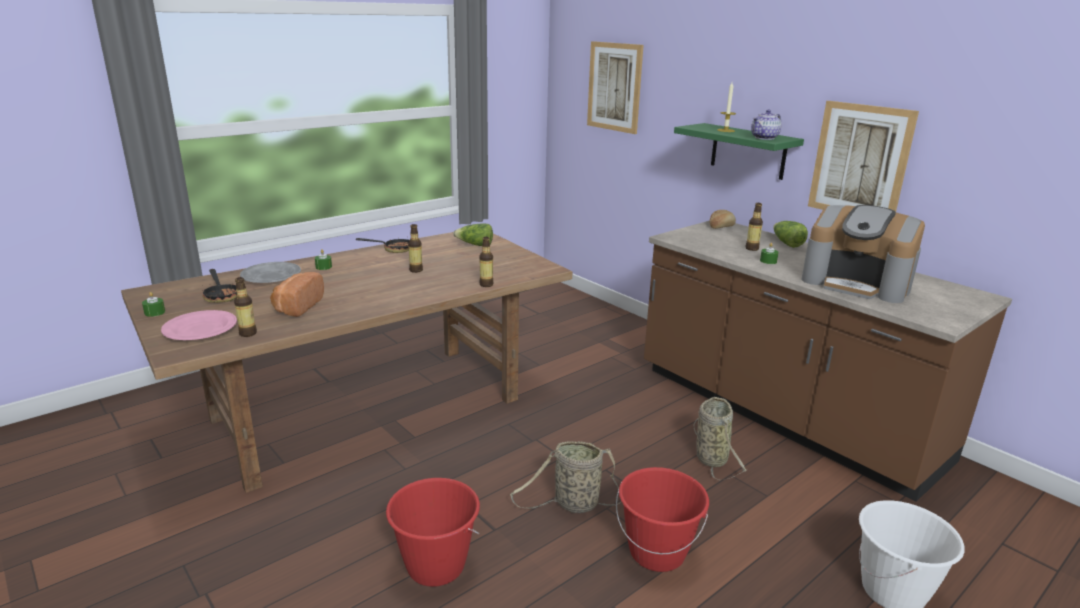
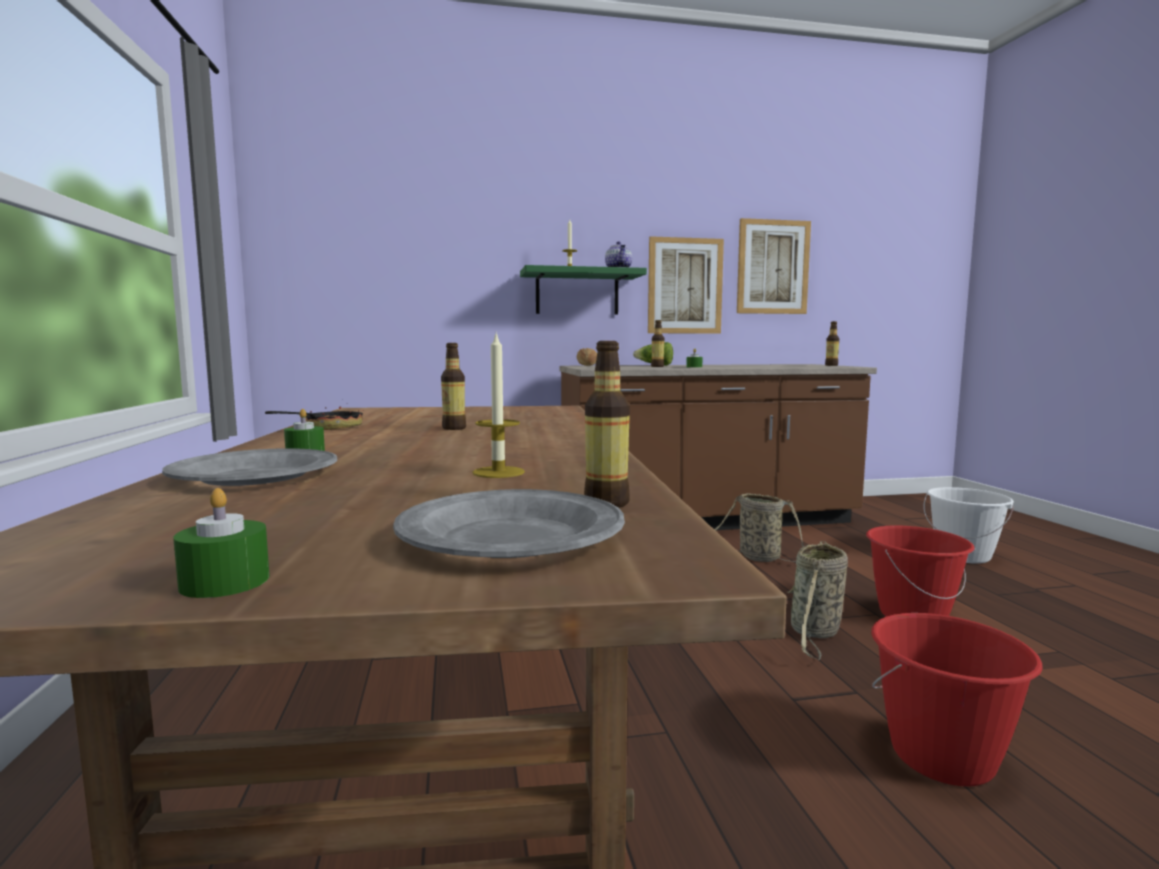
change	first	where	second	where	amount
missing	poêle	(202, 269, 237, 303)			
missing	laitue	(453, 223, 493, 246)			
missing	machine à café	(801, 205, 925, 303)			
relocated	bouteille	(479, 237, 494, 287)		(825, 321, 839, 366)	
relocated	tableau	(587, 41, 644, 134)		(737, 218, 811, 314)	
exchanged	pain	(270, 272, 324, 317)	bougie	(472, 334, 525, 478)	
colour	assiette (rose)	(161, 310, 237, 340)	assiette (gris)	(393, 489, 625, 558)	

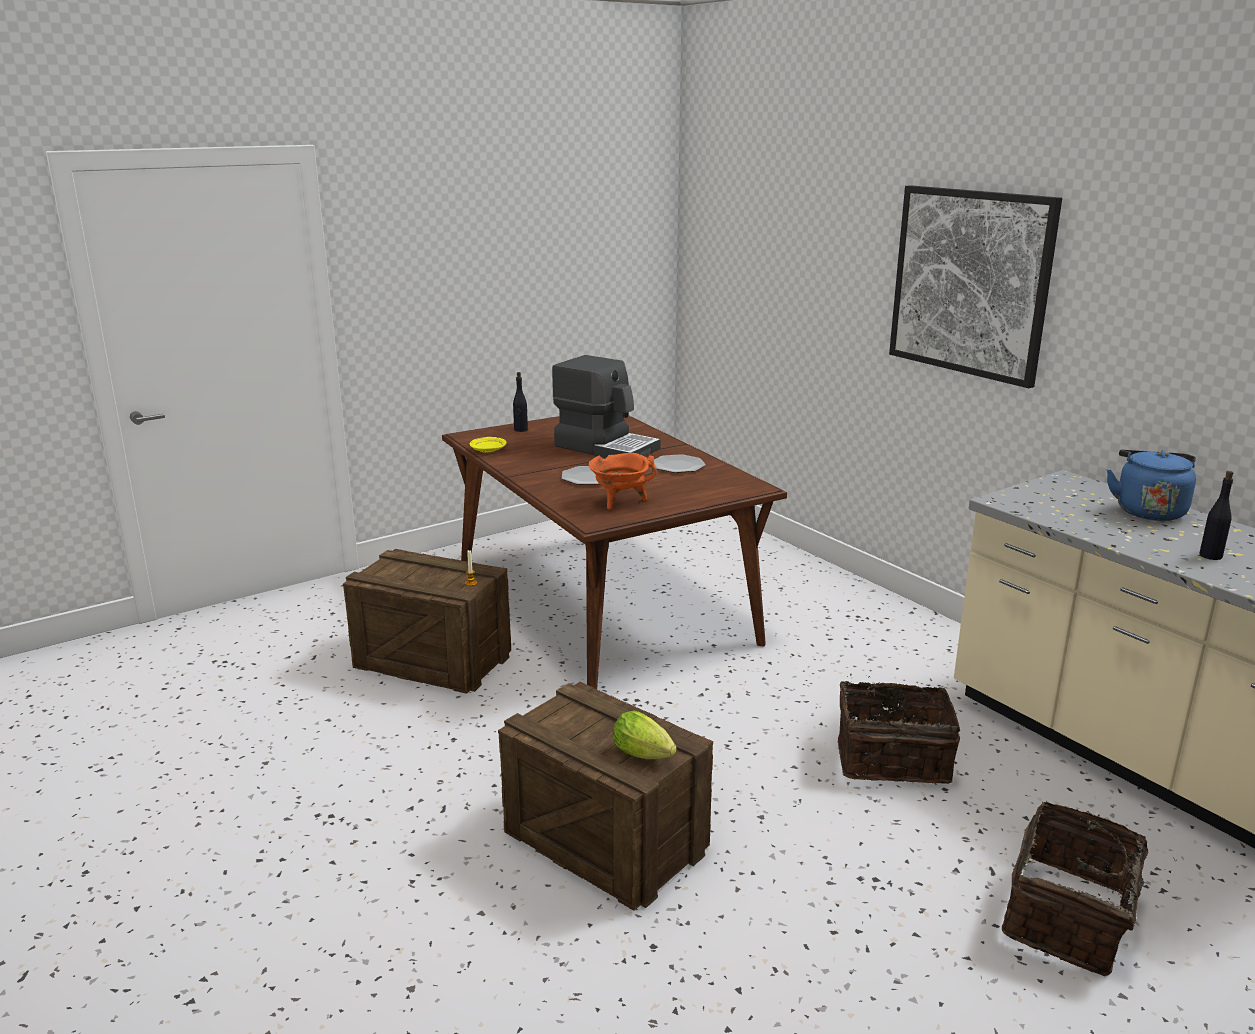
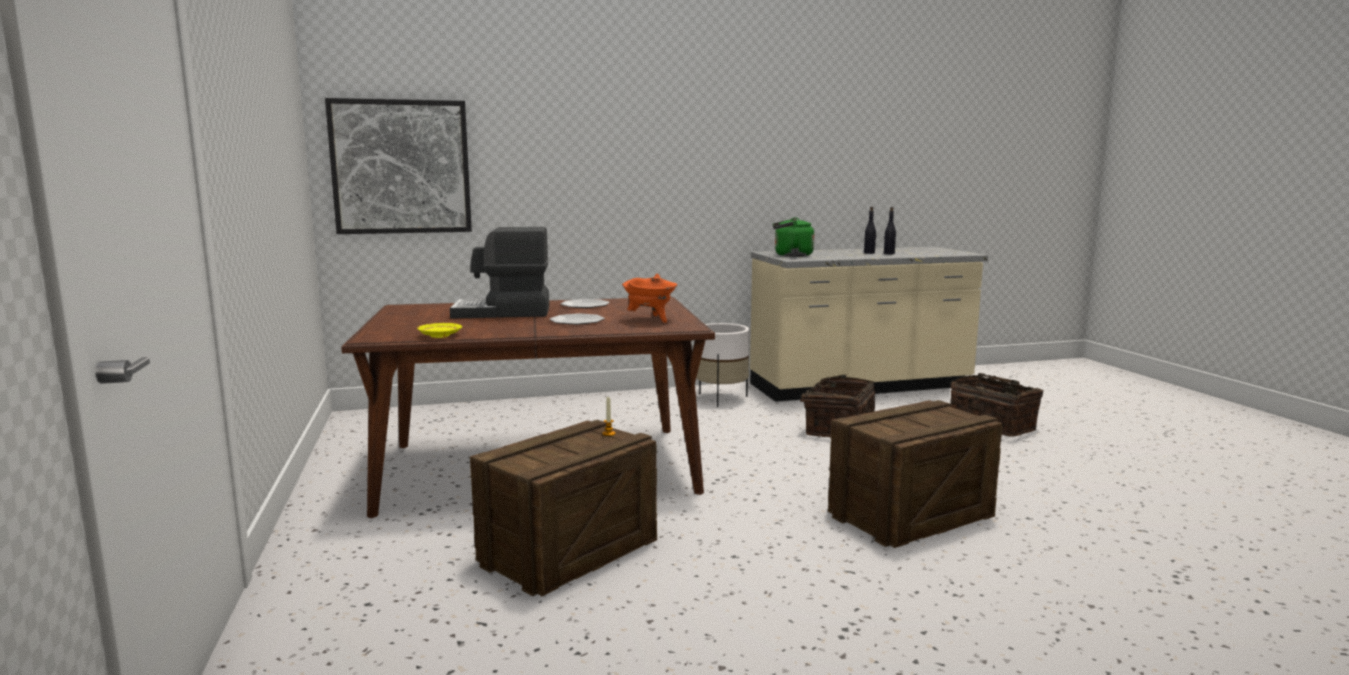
change	first	where	second	where	amount
missing	laitue	(613, 710, 677, 759)			
missing	bouilloire (bleu)	(1107, 450, 1196, 521)			
appeared			cache-pot (blanc)	(696, 323, 750, 407)	
appeared			bouilloire (vert)	(772, 217, 814, 257)	
relocated	bouteille (noir)	(513, 372, 528, 432)		(864, 207, 876, 254)	
relocated	tableau	(889, 185, 1062, 388)		(325, 98, 472, 234)	
spun	machine à café	(552, 355, 661, 458)		(450, 227, 549, 319)	150 degrees counterclockwise

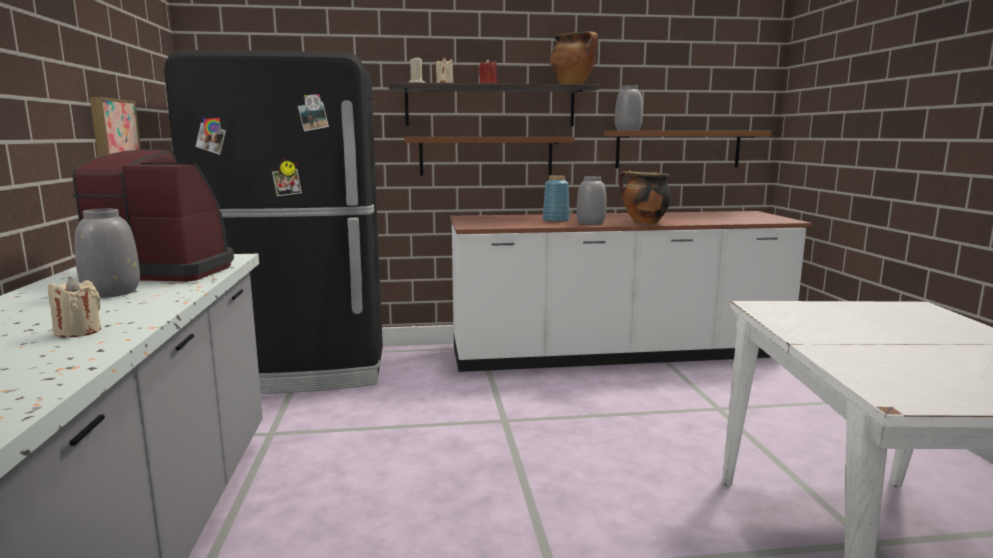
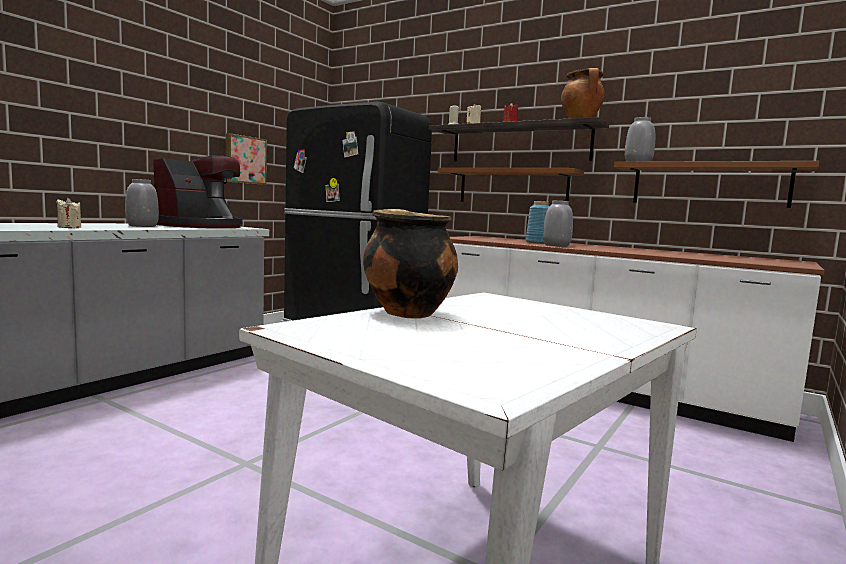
change	first	where	second	where	amount
relocated	marmite	(618, 171, 671, 224)		(363, 209, 458, 318)	
spun	machine à café	(72, 149, 234, 282)		(153, 156, 243, 228)	75 degrees clockwise

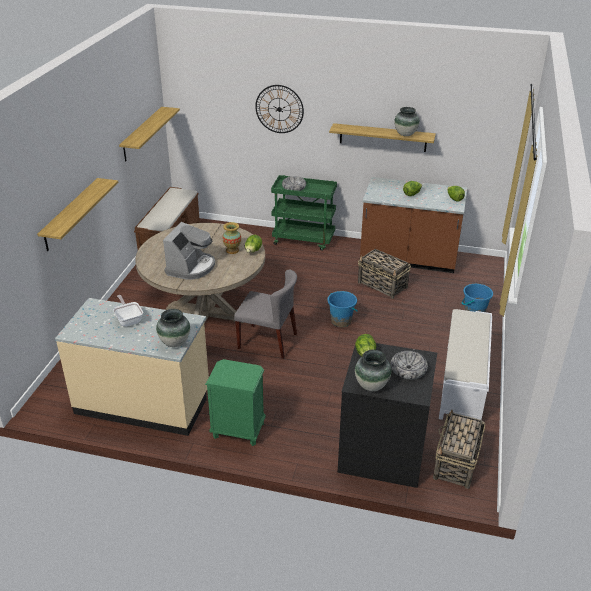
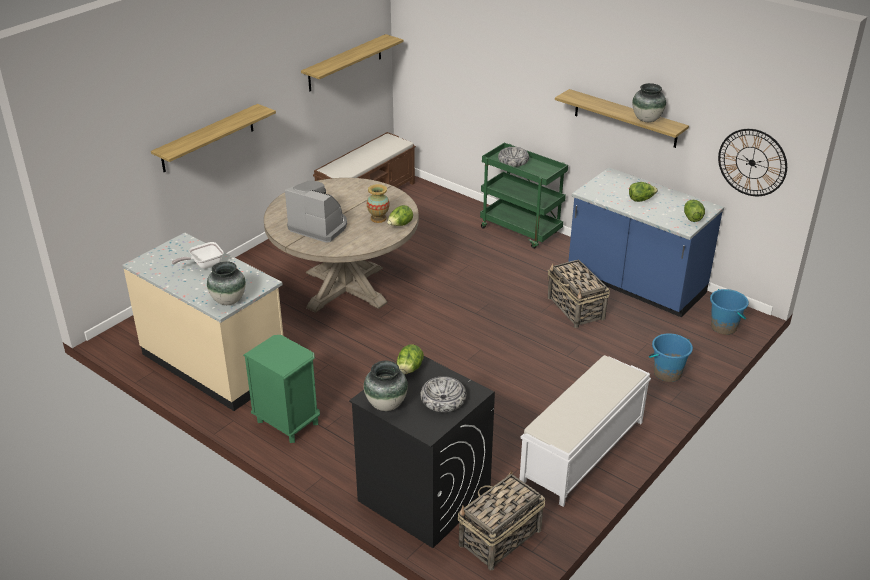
change	first	where	second	where	amount
missing	chaise (gris)	(234, 270, 297, 359)			
relocated	horloge murale	(255, 85, 304, 133)		(718, 129, 787, 196)	
relocated	seau (bleu)	(327, 291, 358, 327)		(710, 289, 749, 335)	
colour	comptoir de cuisine (marron)	(360, 177, 467, 273)	comptoir de cuisine (bleu)	(568, 167, 724, 317)	
spun	poêle	(113, 295, 143, 326)		(171, 242, 224, 269)	120 degrees counterclockwise
spun	machine à café	(163, 222, 215, 280)		(285, 181, 347, 243)	105 degrees counterclockwise

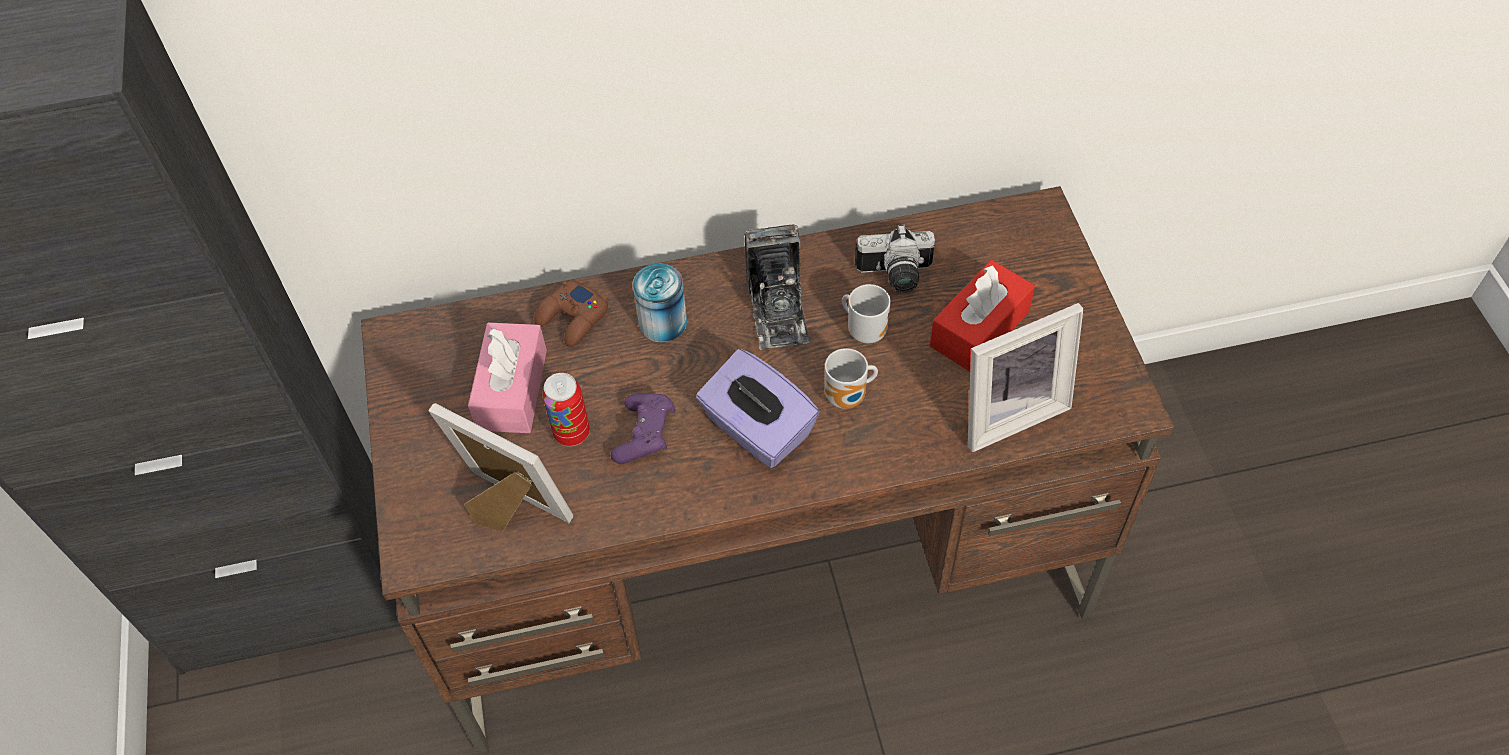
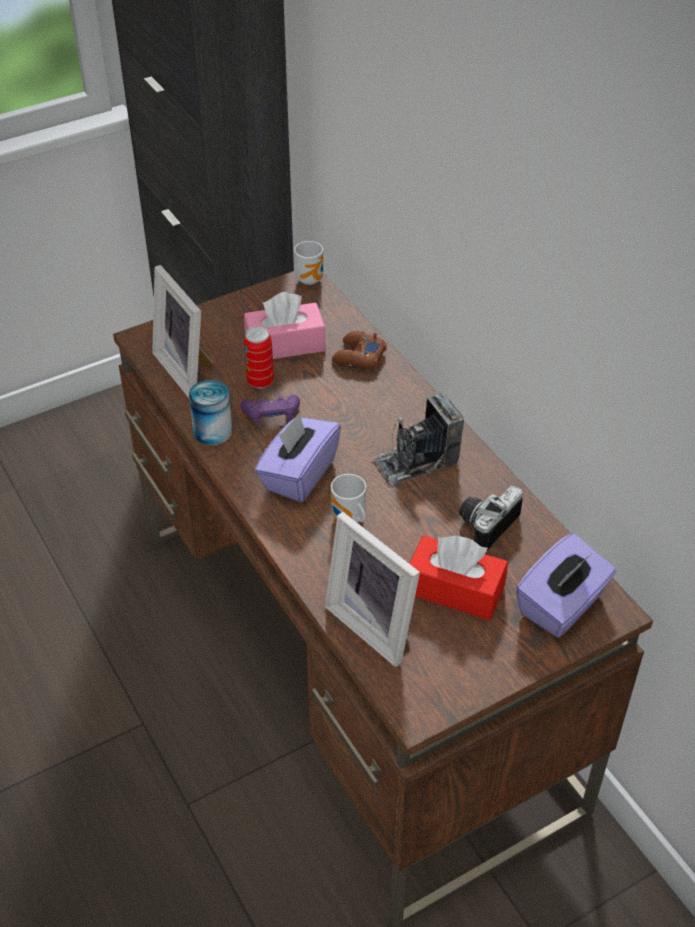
change	first	where	second	where	amount
appeared			boîte à mouchoirs (violet)	(516, 533, 616, 638)	
relocated	boîte métallique	(633, 263, 687, 342)		(189, 380, 233, 445)	
relocated	mug	(842, 284, 891, 343)		(294, 241, 323, 285)	
spun	cadre photo	(428, 403, 573, 531)		(152, 265, 213, 398)	135 degrees clockwise
spun	appareil photo	(855, 225, 935, 293)		(459, 486, 523, 550)	60 degrees clockwise

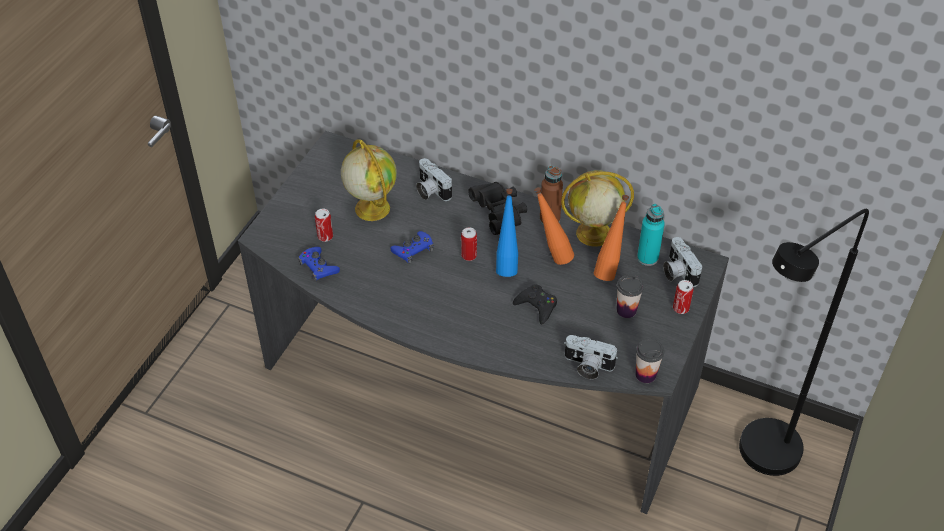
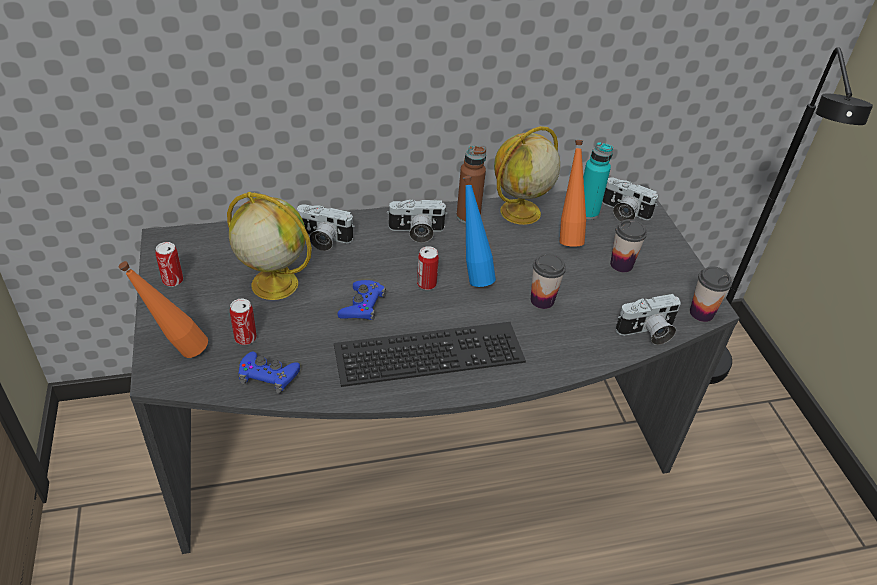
change	first	where	second	where	amount
appeared			clavier	(334, 322, 526, 387)	
relocated	bouteille (orange)	(534, 187, 574, 265)		(119, 261, 208, 358)	
relocated	boîte métallique	(673, 280, 693, 314)		(156, 242, 183, 287)	
exchanged	jumelles (noir)	(468, 182, 527, 235)	appareil photo	(387, 199, 447, 243)	
exchanged	manette (noir)	(513, 285, 557, 324)	tasse	(531, 253, 566, 309)	

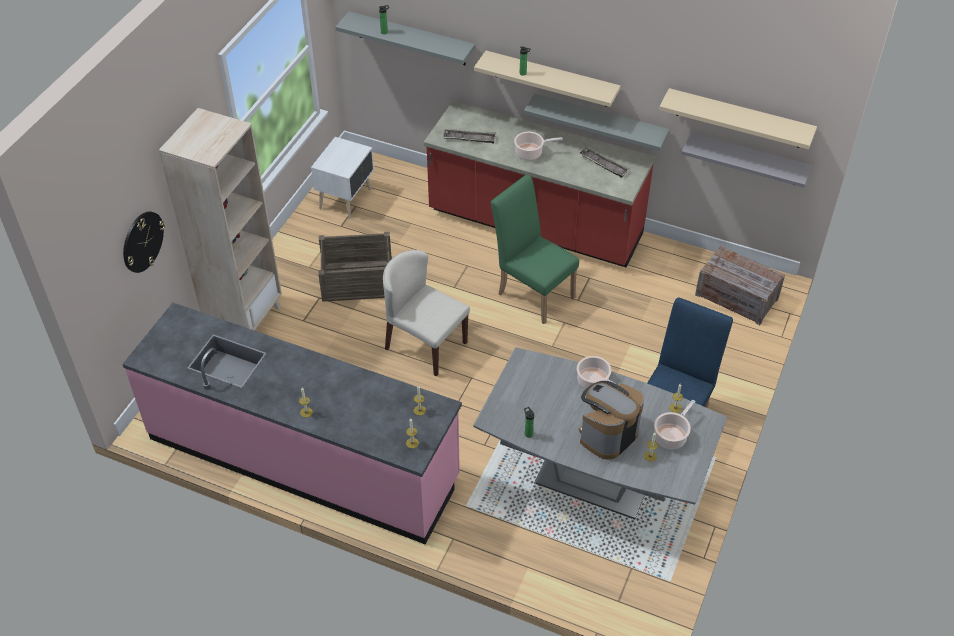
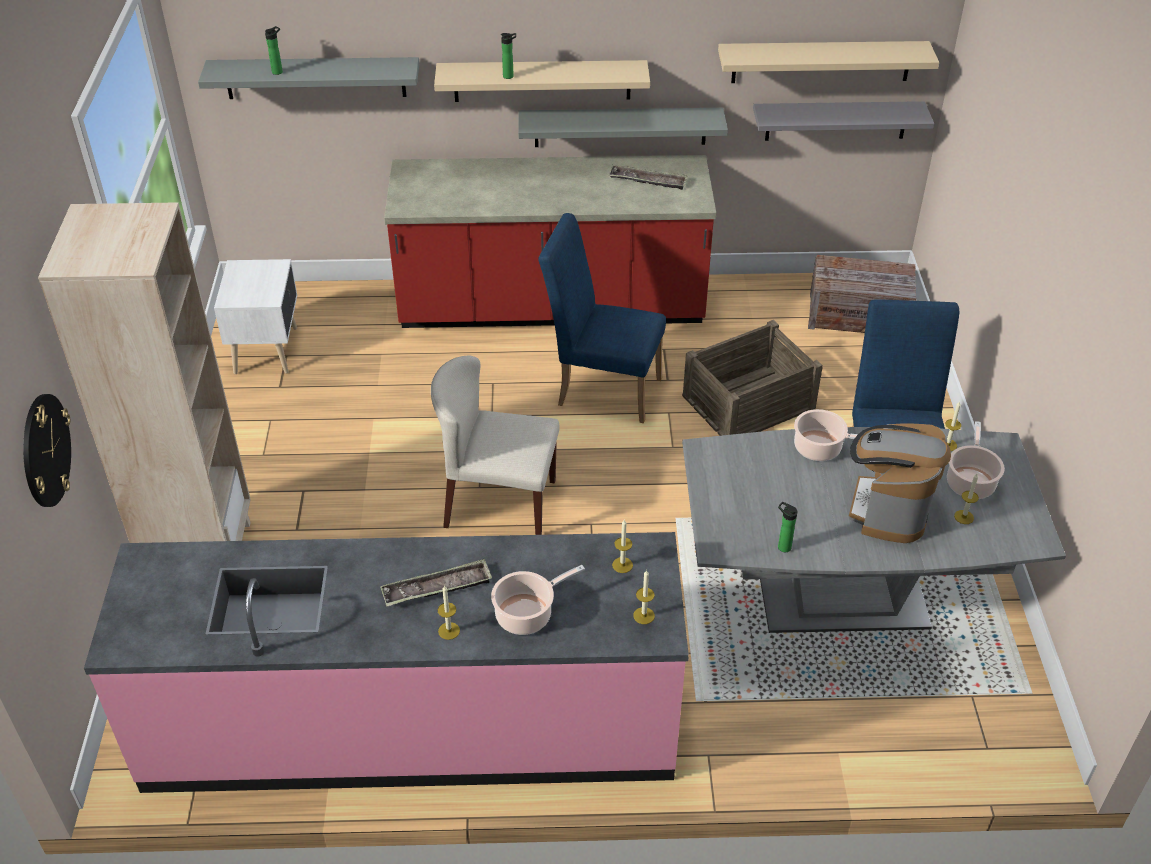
change	first	where	second	where	amount
relocated	caisse	(318, 232, 392, 302)		(682, 320, 823, 436)	
relocated	plateau	(443, 129, 496, 144)		(380, 559, 492, 607)	
relocated	marmite	(514, 132, 563, 160)		(491, 565, 585, 635)	
colour	chaise (vert)	(491, 175, 579, 324)	chaise (bleu)	(539, 213, 666, 423)	

